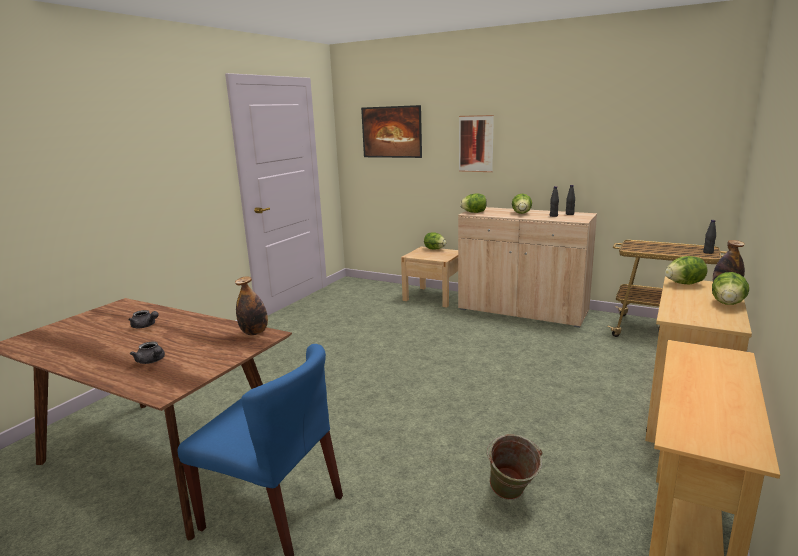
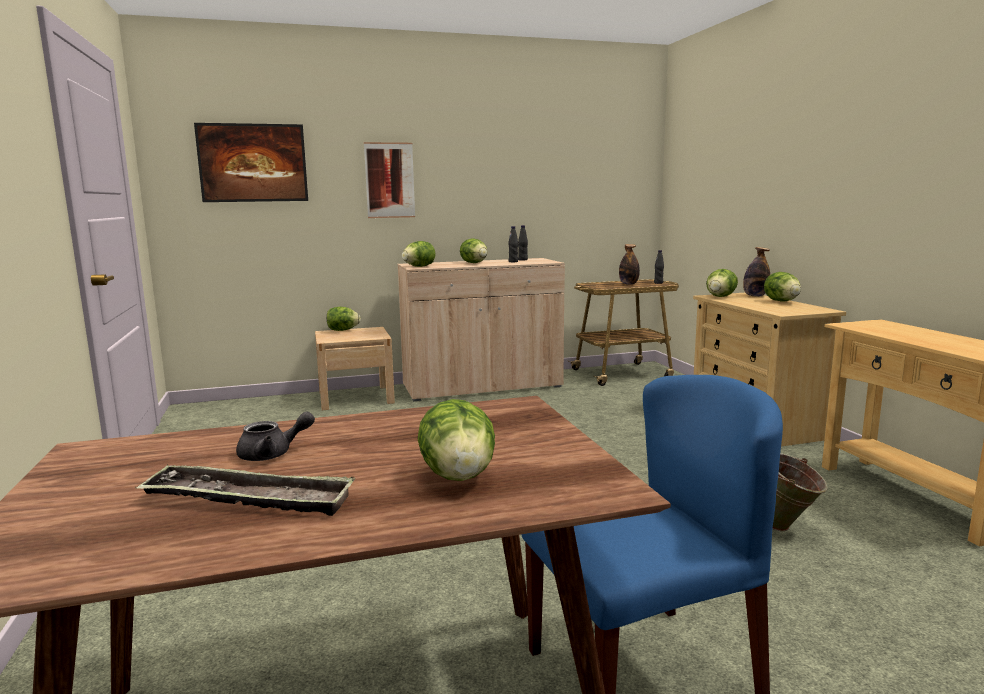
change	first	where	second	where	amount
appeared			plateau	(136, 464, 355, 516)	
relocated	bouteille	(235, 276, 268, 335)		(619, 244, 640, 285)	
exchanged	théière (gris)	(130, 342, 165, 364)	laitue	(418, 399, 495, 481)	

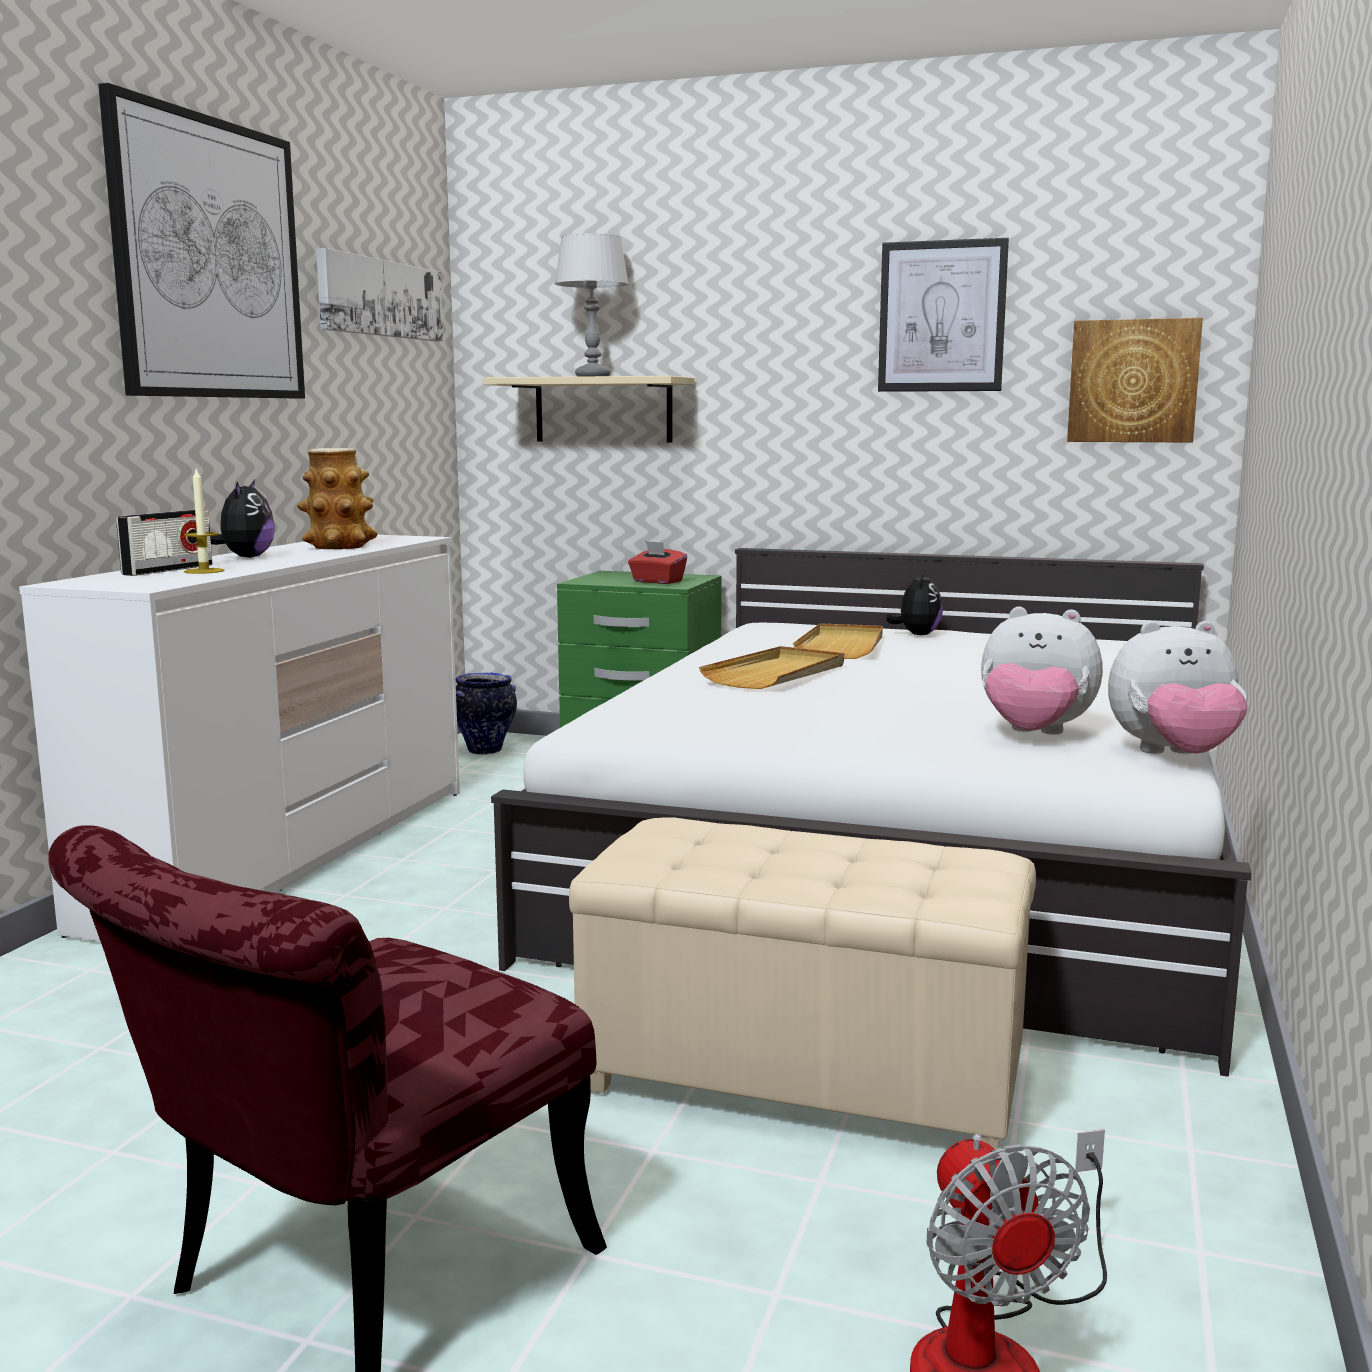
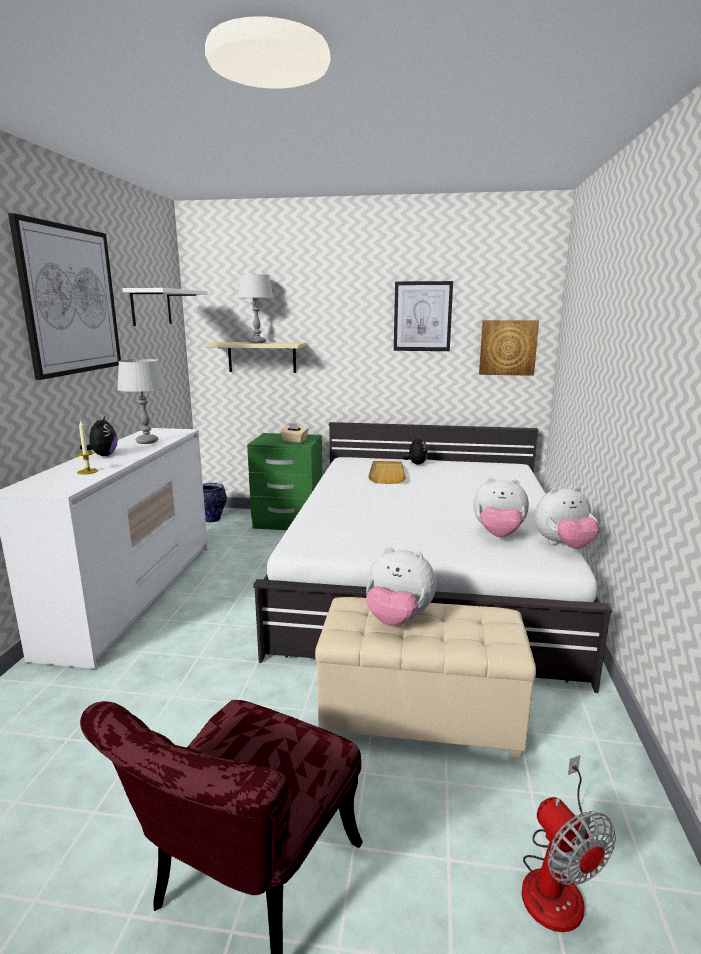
change	first	where	second	where	amount
missing	radio	(116, 510, 212, 576)			
missing	plateau (beige)	(699, 646, 844, 689)			
appeared			peluche	(366, 547, 436, 626)	
exchanged	vase	(297, 448, 378, 549)	lampe de table (gris)	(117, 359, 165, 444)	
exchanged	tableau	(316, 248, 443, 341)	étagère (blanc)	(122, 288, 208, 326)	
colour	boîte à mouchoirs (rouge)	(628, 541, 687, 584)	boîte à mouchoirs (beige)	(280, 423, 308, 443)	

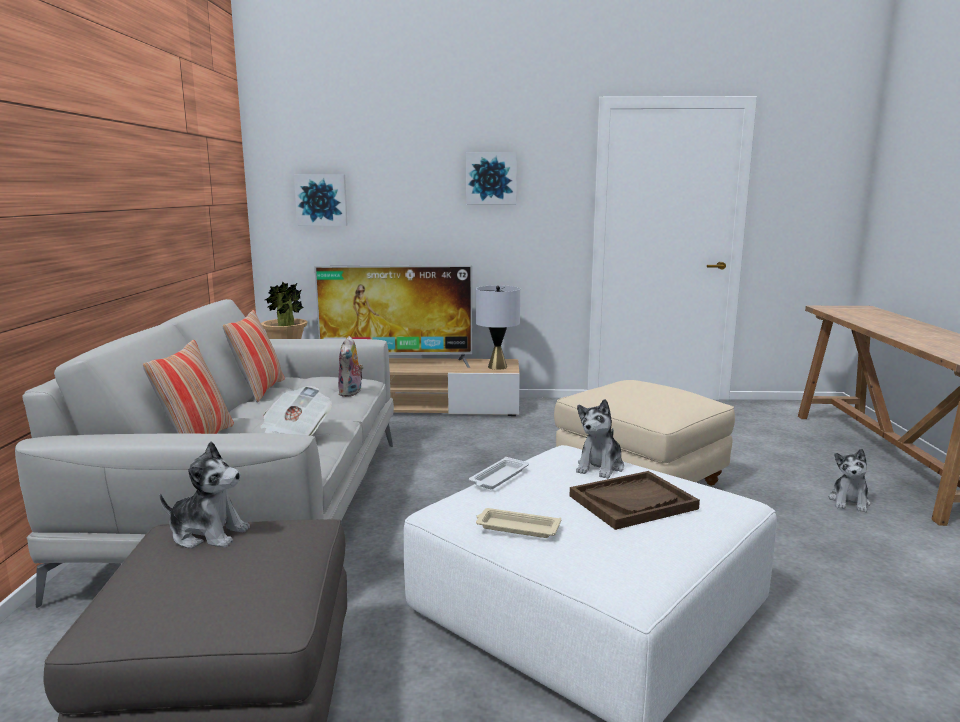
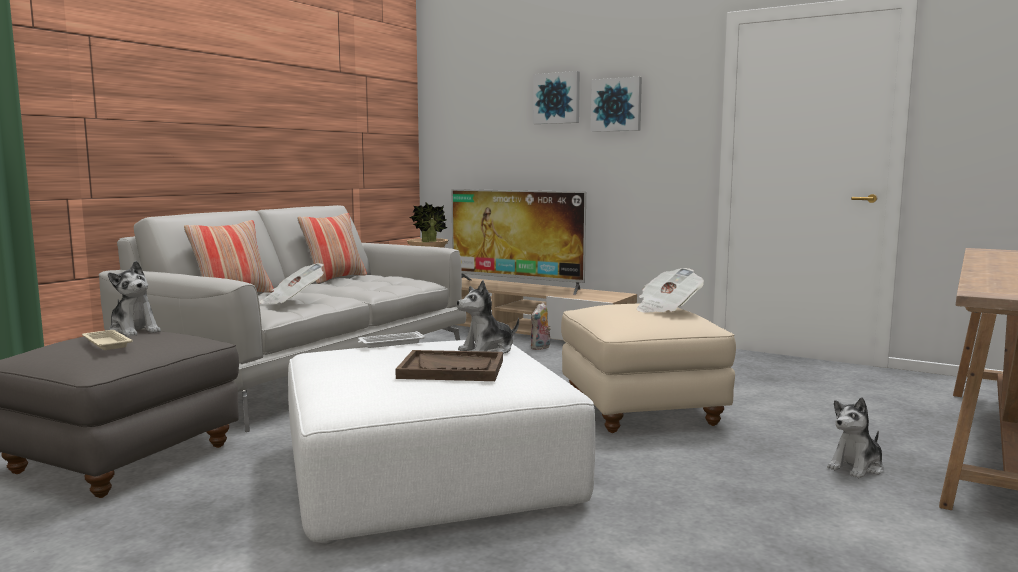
change	first	where	second	where	amount
missing	lampe de table (gris)	(476, 285, 520, 370)			
appeared			journal	(636, 268, 704, 313)	
relocated	tableau	(294, 175, 347, 226)		(533, 71, 580, 124)	
relocated	peluche	(338, 336, 364, 397)		(531, 303, 551, 350)	
relocated	plateau (beige)	(476, 508, 561, 538)		(82, 330, 133, 350)	

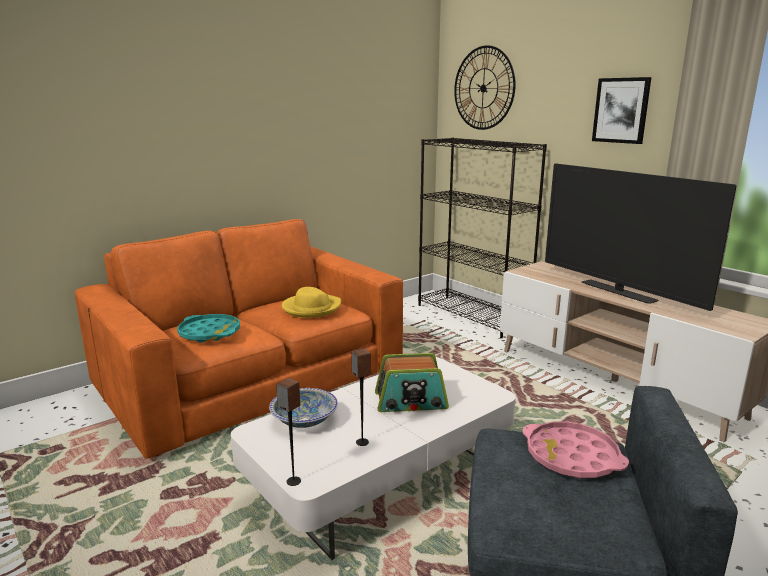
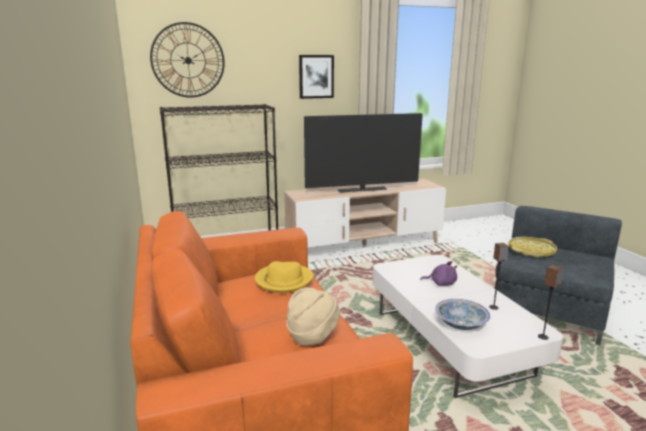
change	first	where	second	where	amount
exchanged	plateau (turquoise)	(177, 314, 240, 343)	chapeau (beige)	(286, 287, 340, 346)	
exchanged	radio	(375, 353, 449, 412)	peluche (violet)	(420, 261, 457, 286)	
colour	plateau (rose)	(522, 421, 629, 478)	plateau (jaune)	(508, 237, 557, 258)	

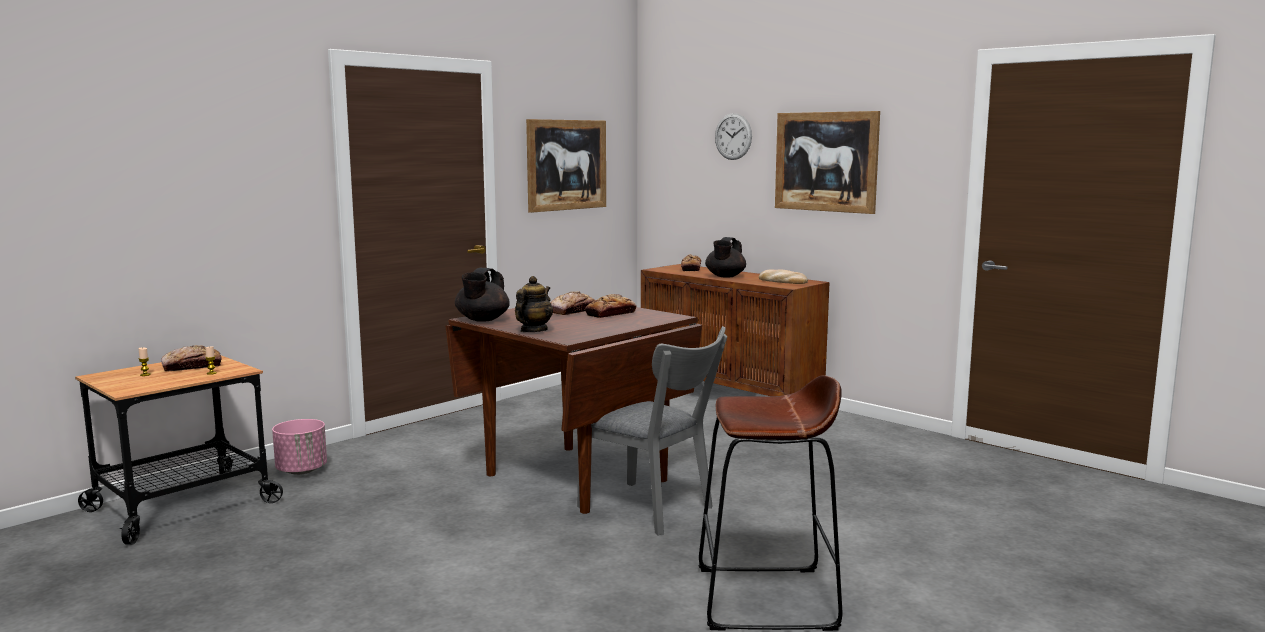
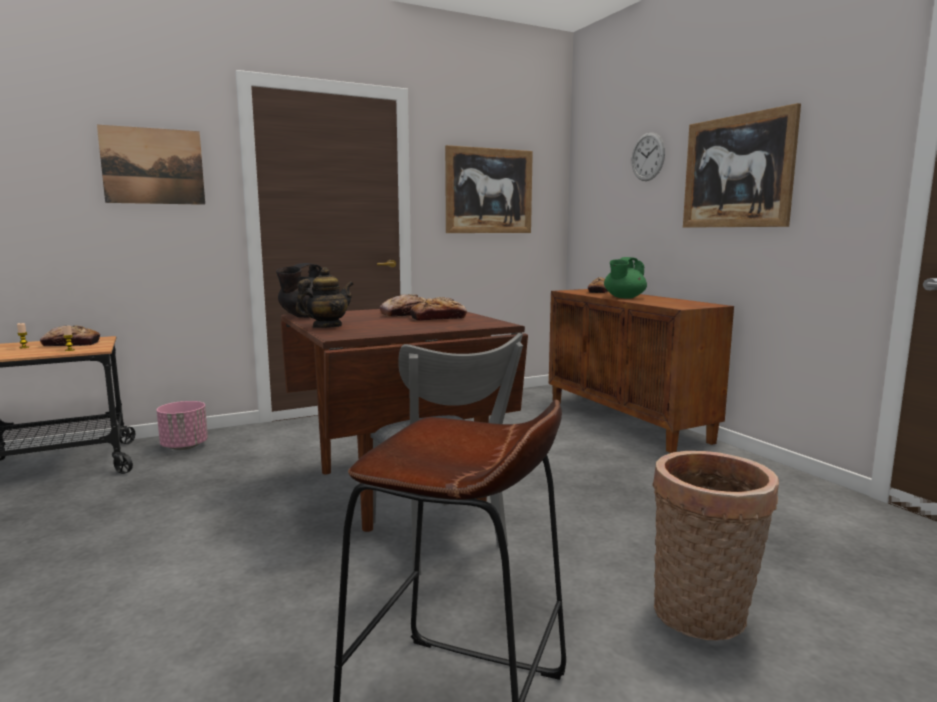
change	first	where	second	where	amount
missing	pain	(759, 269, 808, 284)			
appeared			tableau	(97, 125, 205, 205)	
appeared			panier	(652, 451, 779, 640)	
colour	théière (noir)	(705, 237, 746, 278)	théière (vert)	(604, 257, 647, 298)	

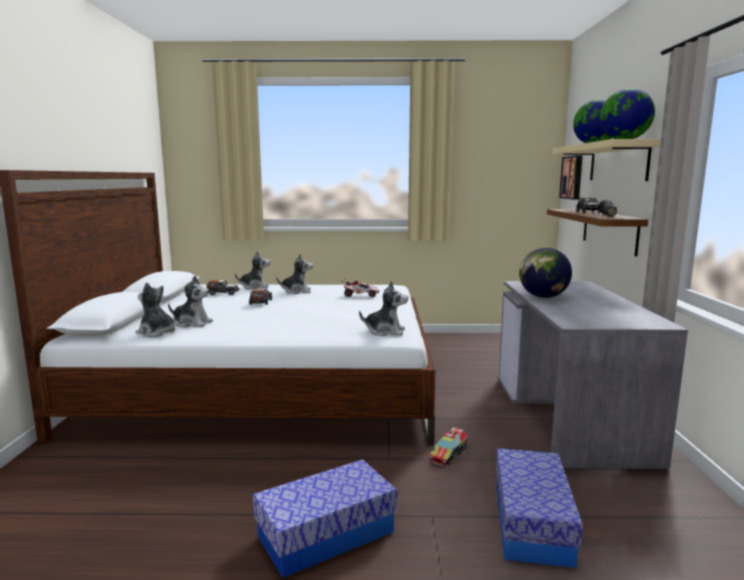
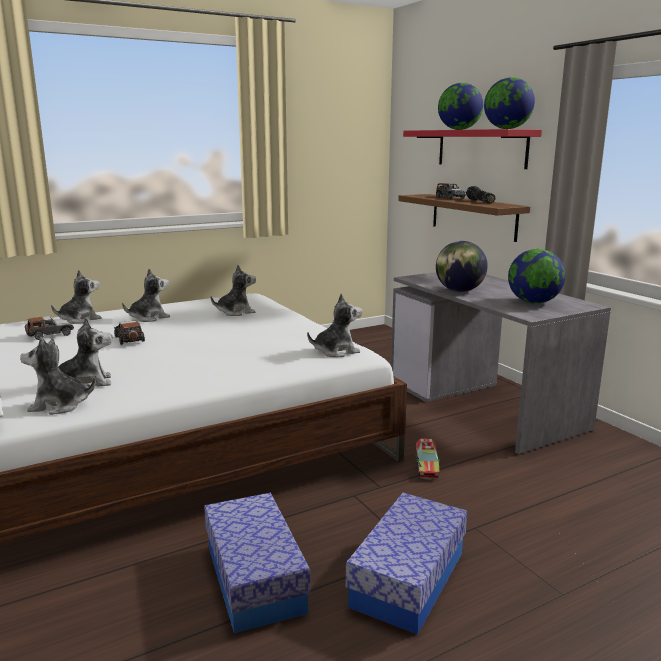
change	first	where	second	where	amount
missing	tableau	(559, 155, 583, 200)			
appeared			globe	(508, 249, 566, 304)	
relocated	boîte de rangement	(496, 448, 583, 568)		(204, 493, 311, 633)	
exchanged	petite voiture	(341, 278, 380, 297)	peluche	(211, 265, 256, 316)	
colour	étagère (beige)	(552, 139, 660, 181)	étagère (rouge)	(403, 129, 542, 169)	

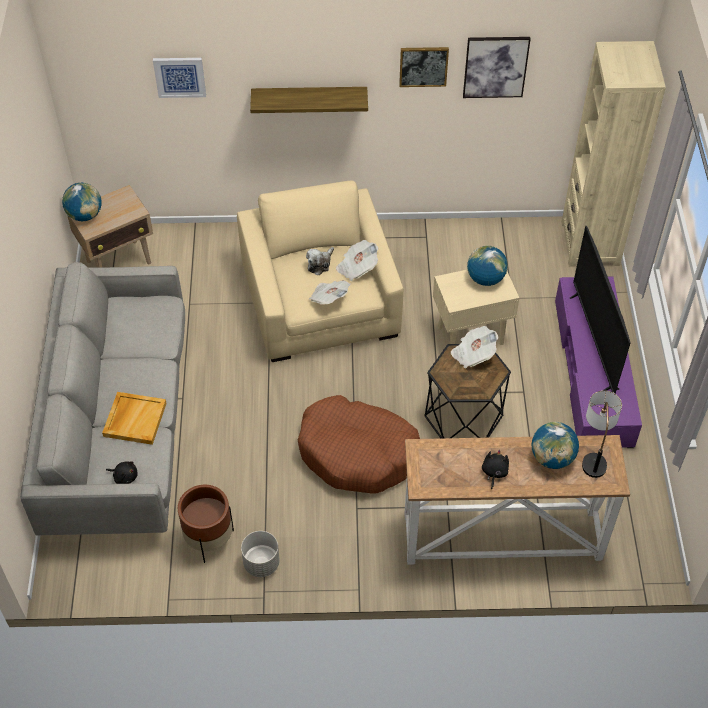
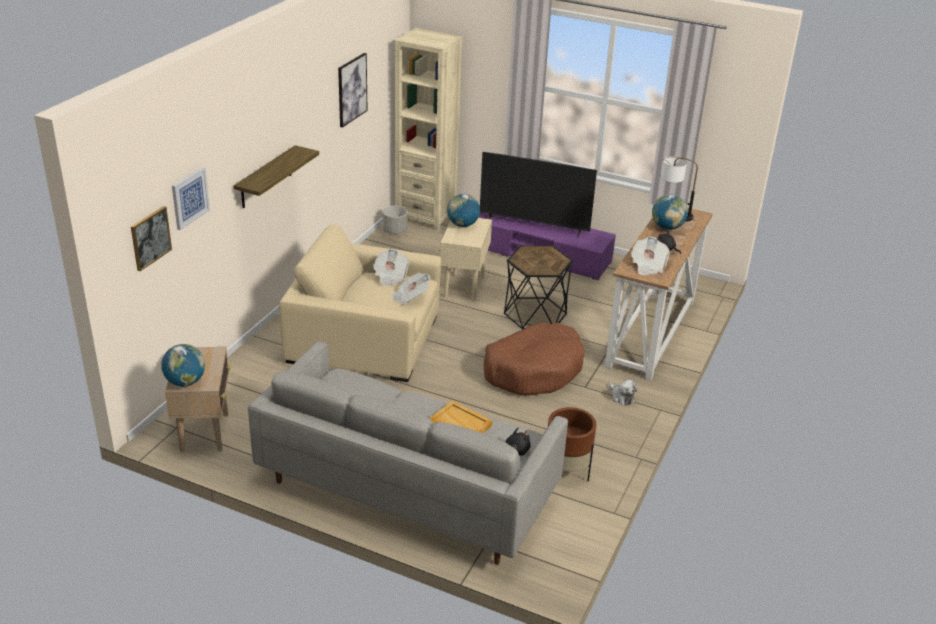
change	first	where	second	where	amount
relocated	cache-pot (gris)	(241, 531, 280, 577)		(383, 206, 408, 235)	
relocated	peluche	(306, 247, 334, 275)		(609, 380, 638, 406)	
relocated	tableau	(399, 47, 449, 87)		(131, 206, 172, 271)	
relocated	journal	(451, 326, 499, 368)		(631, 236, 670, 275)	

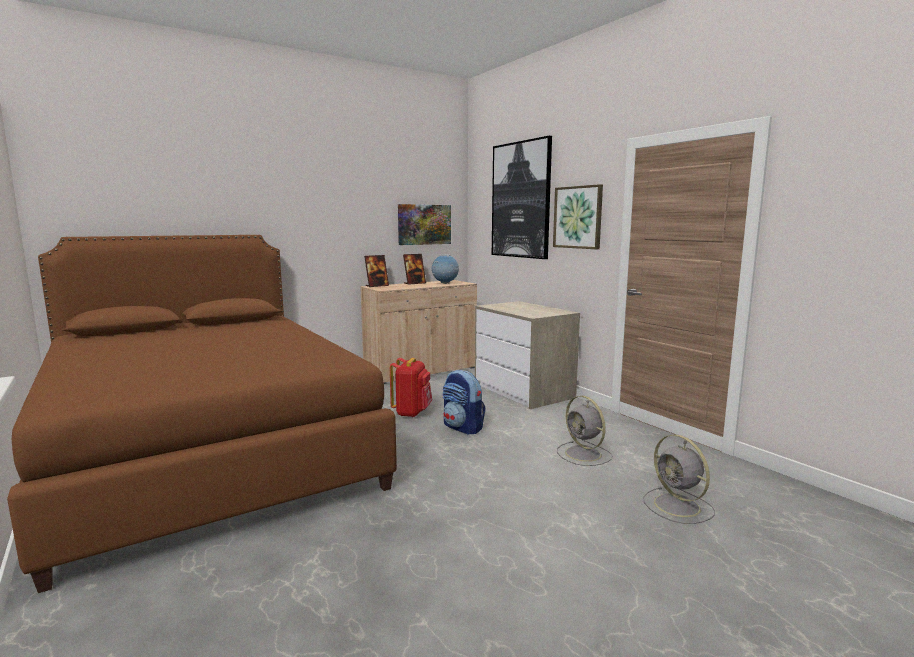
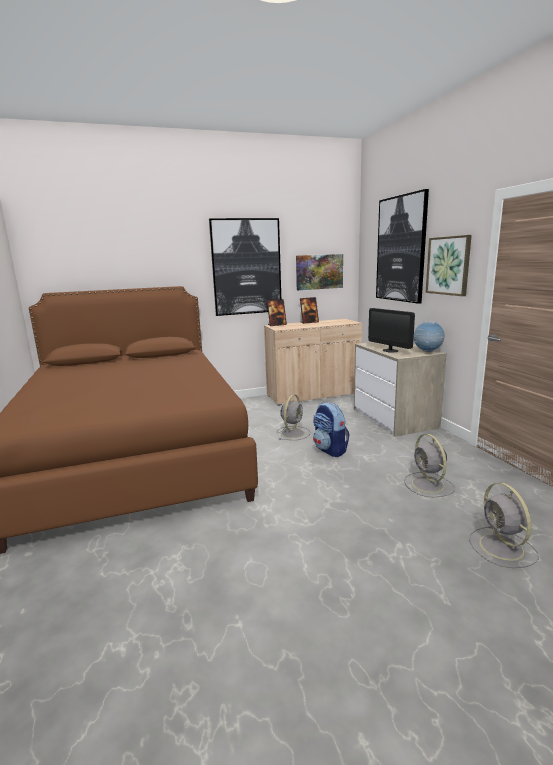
change	first	where	second	where	amount
appeared			tableau	(209, 218, 281, 316)	
appeared			écran d'ordinateur	(368, 308, 415, 352)	
relocated	globe	(432, 254, 459, 284)		(414, 321, 445, 352)	
exchanged	sac à dos (rouge)	(390, 358, 432, 417)	ventilateur (gris)	(277, 395, 310, 440)	

